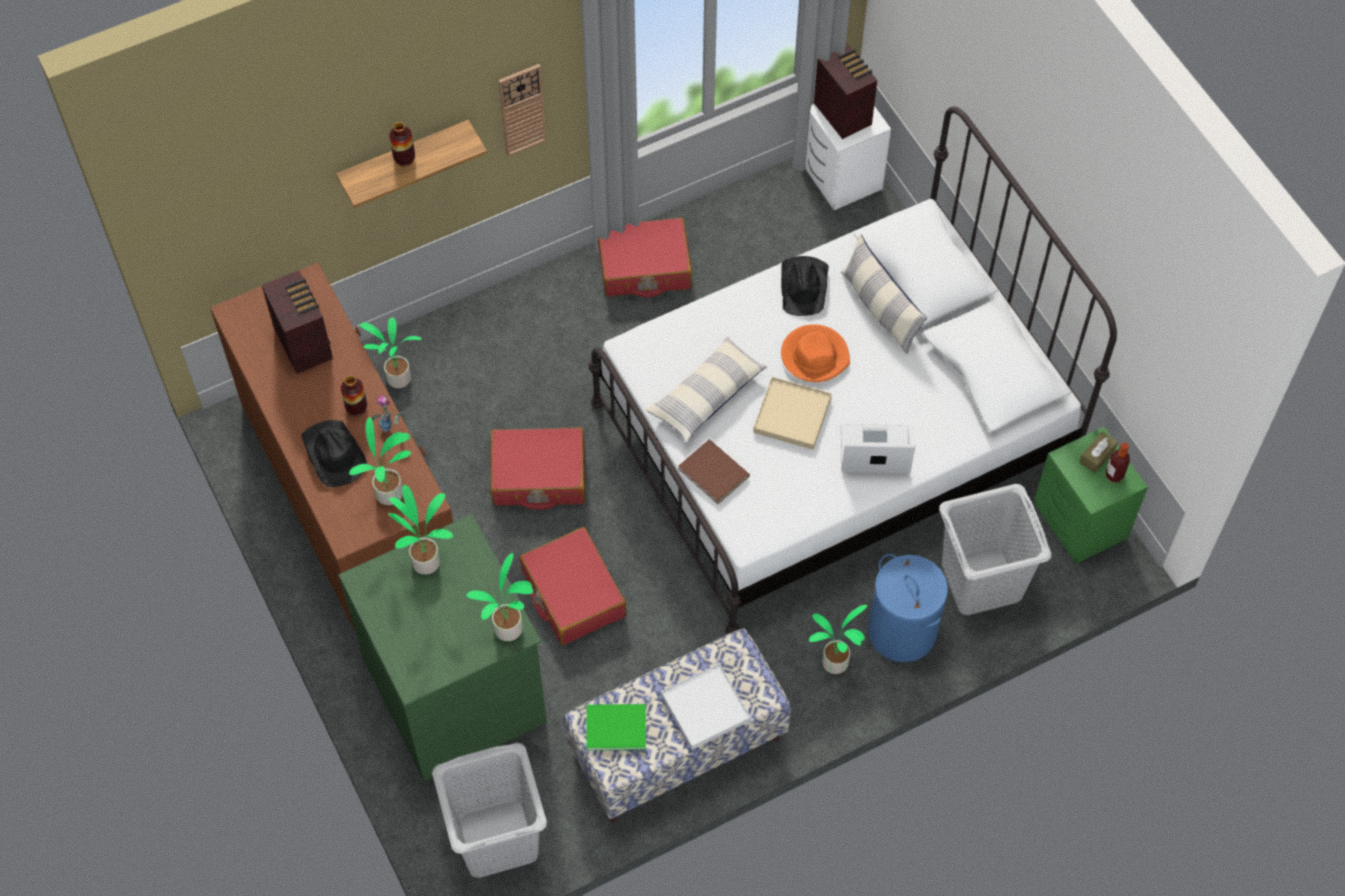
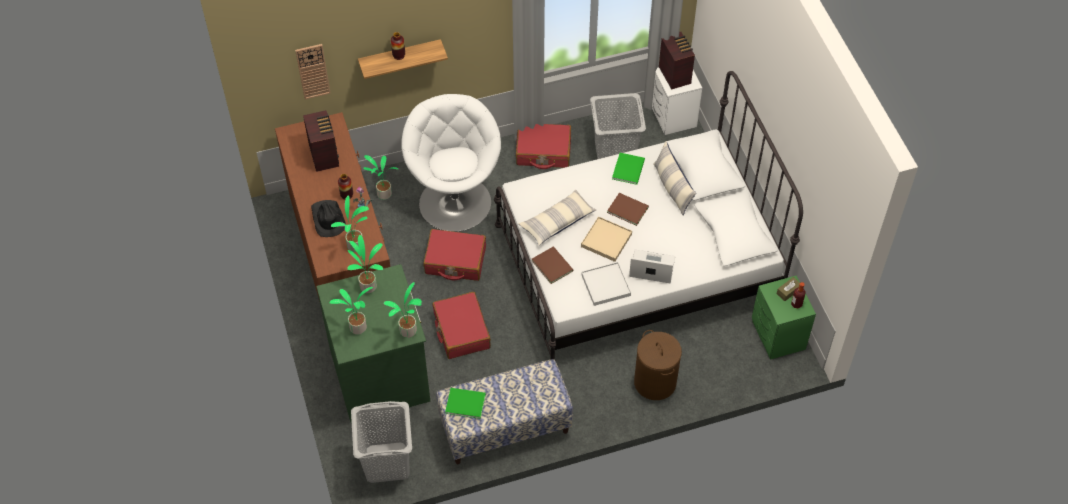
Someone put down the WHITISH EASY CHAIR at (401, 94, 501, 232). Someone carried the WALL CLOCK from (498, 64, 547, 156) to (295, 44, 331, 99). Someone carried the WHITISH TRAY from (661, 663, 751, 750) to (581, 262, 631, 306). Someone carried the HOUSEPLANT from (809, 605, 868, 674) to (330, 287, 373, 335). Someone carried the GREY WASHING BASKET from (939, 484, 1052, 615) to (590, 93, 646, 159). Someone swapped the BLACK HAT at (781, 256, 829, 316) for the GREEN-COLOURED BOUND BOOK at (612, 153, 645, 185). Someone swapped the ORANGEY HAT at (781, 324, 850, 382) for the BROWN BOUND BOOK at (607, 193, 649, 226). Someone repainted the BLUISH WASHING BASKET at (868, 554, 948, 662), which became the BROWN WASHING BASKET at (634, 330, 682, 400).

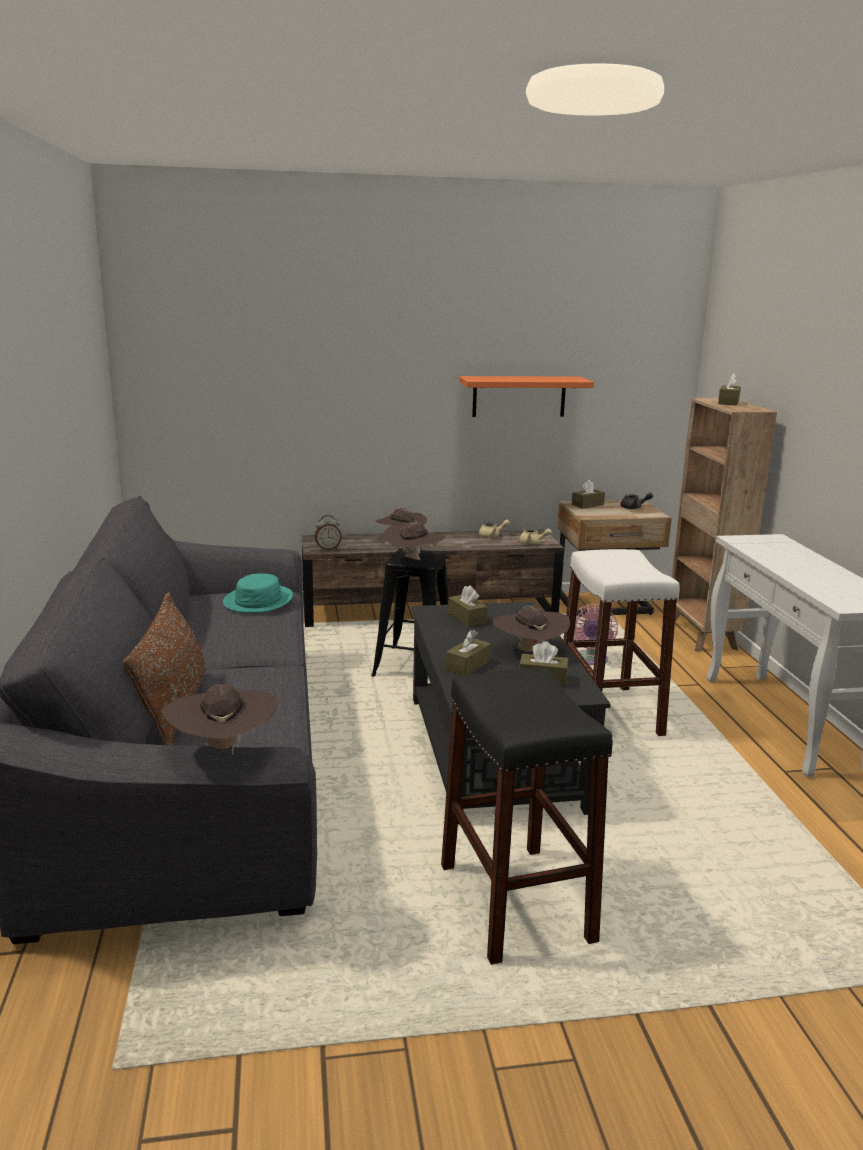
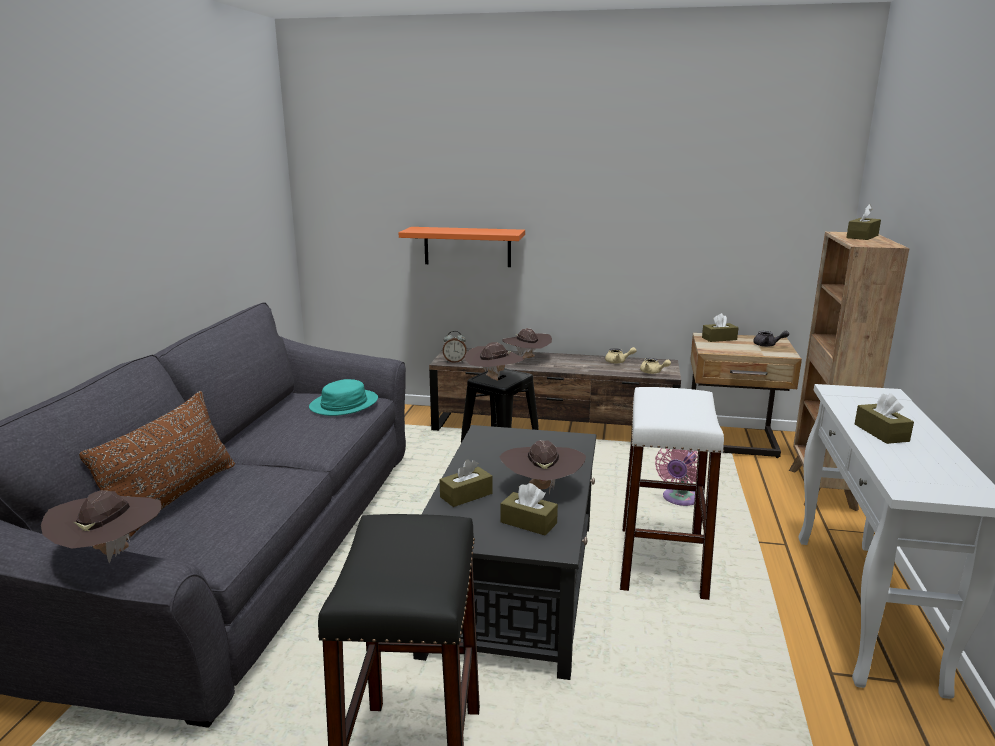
Someone carried the BROWN BOX OF TISSUES from (448, 585, 488, 627) to (855, 393, 914, 444). Someone carried the ORANGEY SHELF from (459, 376, 594, 417) to (399, 227, 525, 267).

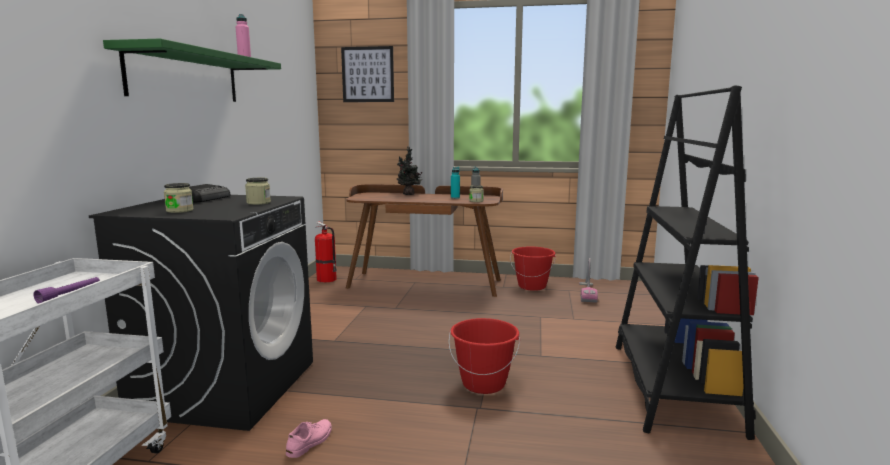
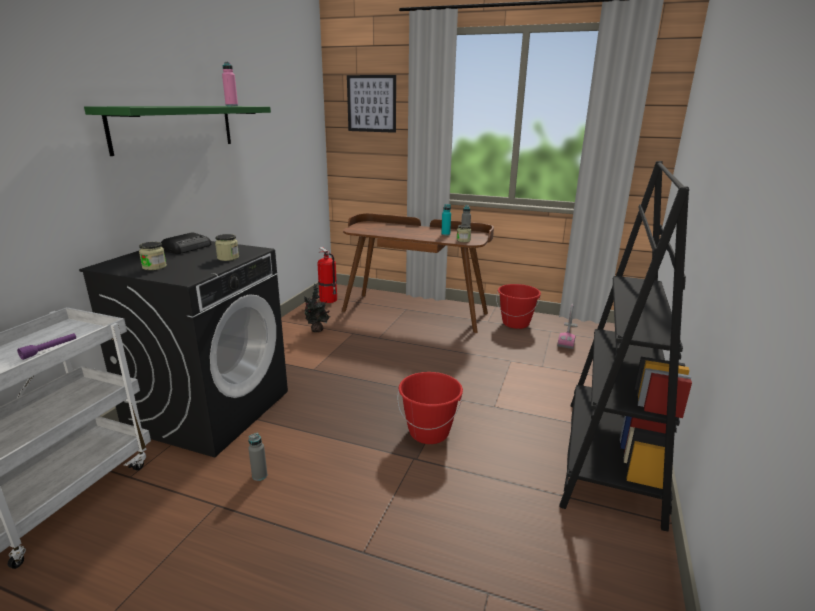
Someone carried the HOUSEPLANT from (397, 147, 423, 195) to (303, 284, 330, 332). Someone swapped the PINK-COLOURED ITEM OF FOOTWEAR at (286, 419, 332, 458) for the GREY BEVERAGE BOTTLE at (248, 433, 267, 481).

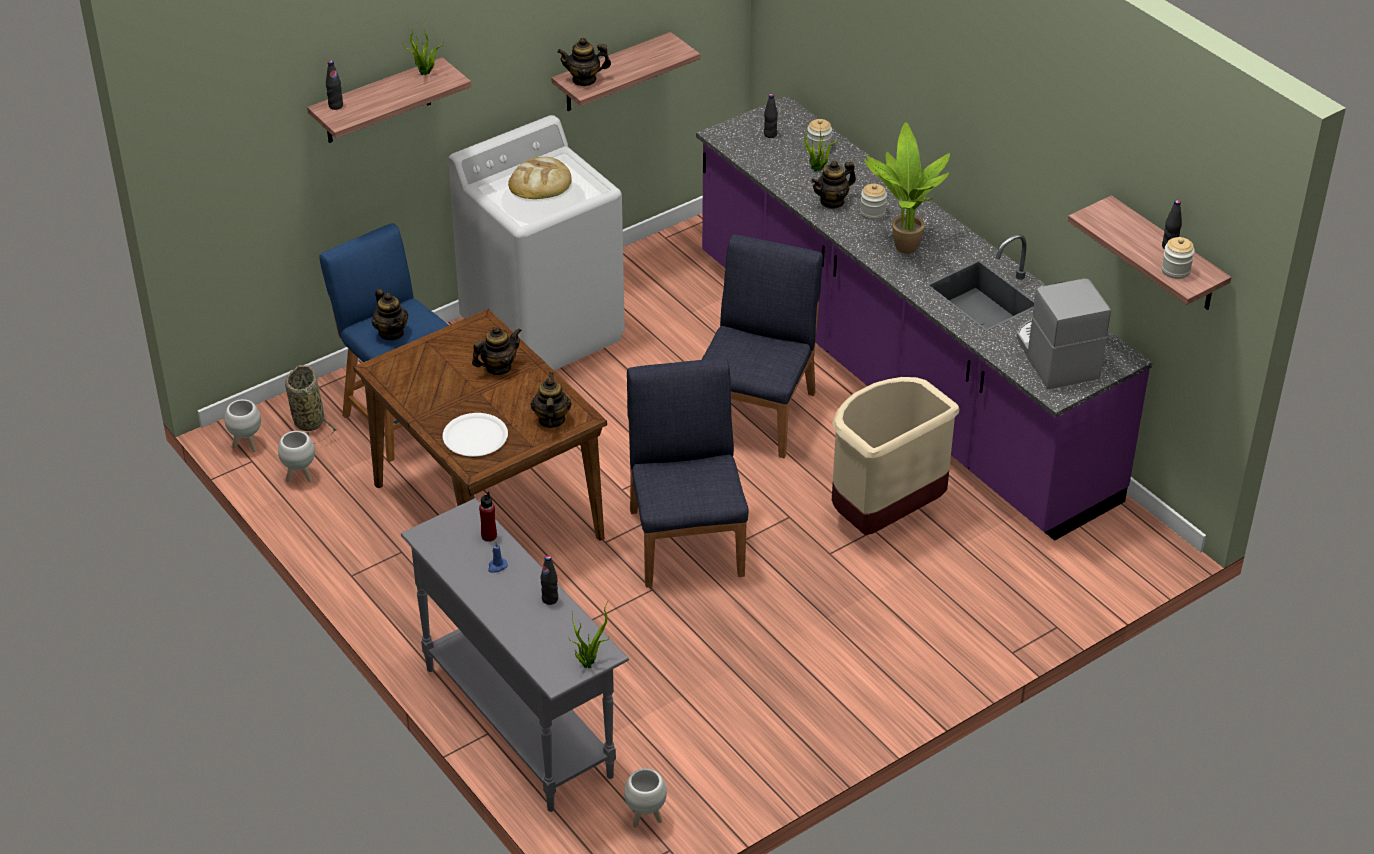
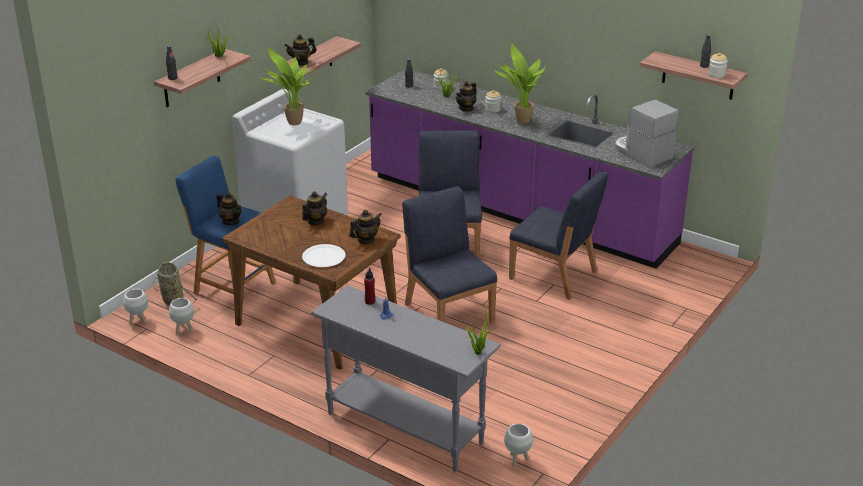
Someone took away the BLACK BEVERAGE BOTTLE at (540, 555, 558, 605). Someone swapped the BREAD at (508, 157, 571, 199) for the HOUSEPLANT at (260, 47, 315, 125). Someone swapped the BEIGE TRASH CAN at (832, 377, 959, 535) for the BLUISH PLAIN CHAIR at (509, 172, 608, 300). Someone rotated the TEA POT at (531, 372, 571, 428) by 75 degrees clockwise.

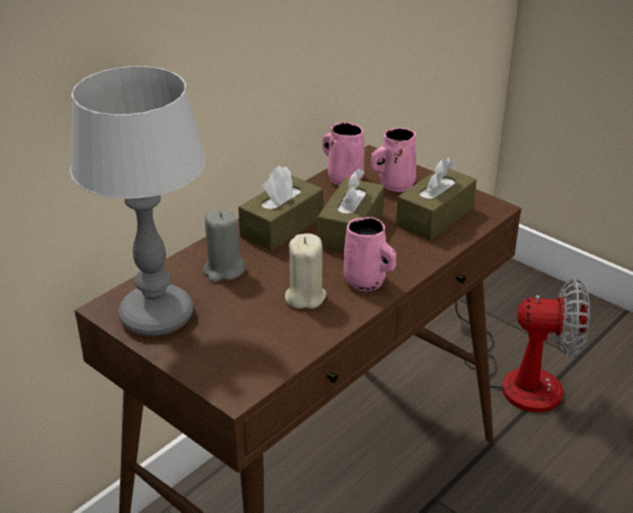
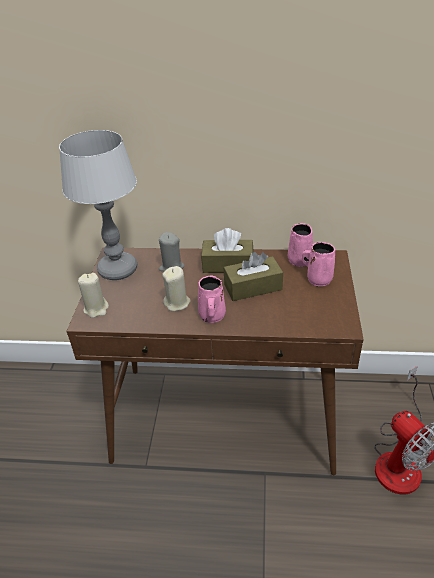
Someone took away the BROWN BOX OF TISSUES at (396, 158, 477, 240). Someone put down the BEIGE WAX LIGHT at (78, 273, 109, 318).

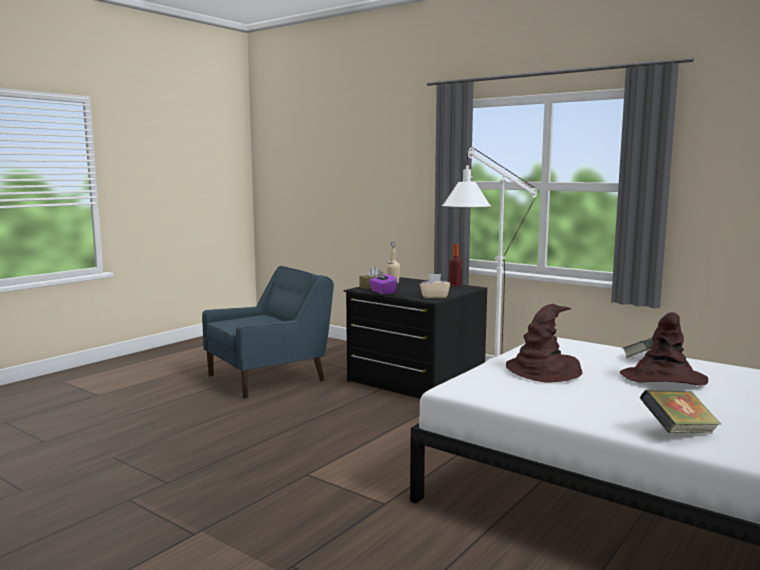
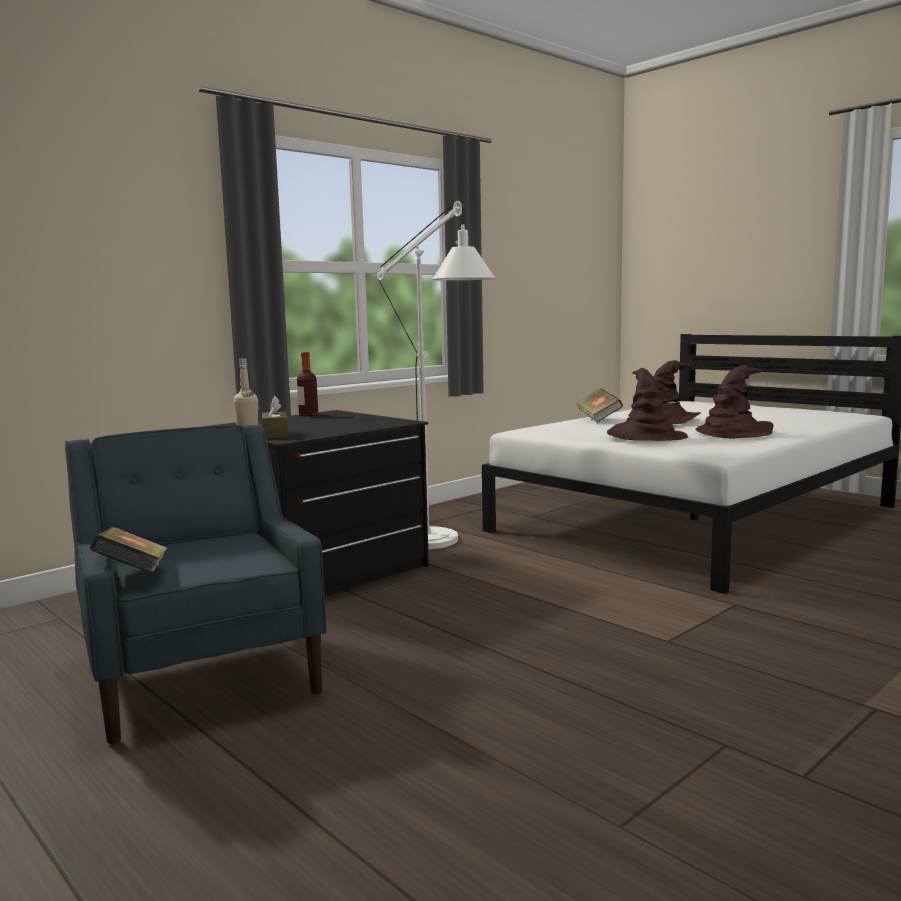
Someone took away the PURPLE-COLOURED BOX OF TISSUES at (369, 271, 397, 294). Someone took away the BEIGE BOX OF TISSUES at (420, 274, 450, 298). Someone put down the BROWN HAT at (695, 365, 773, 439). Someone carried the BOUND BOOK from (640, 390, 721, 433) to (90, 527, 167, 574).

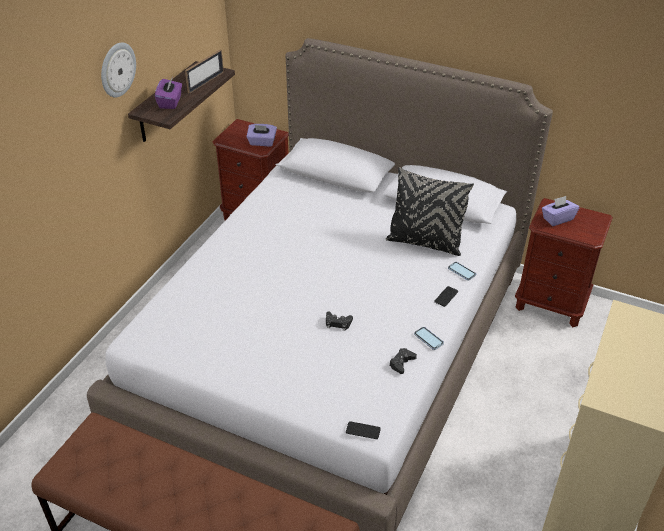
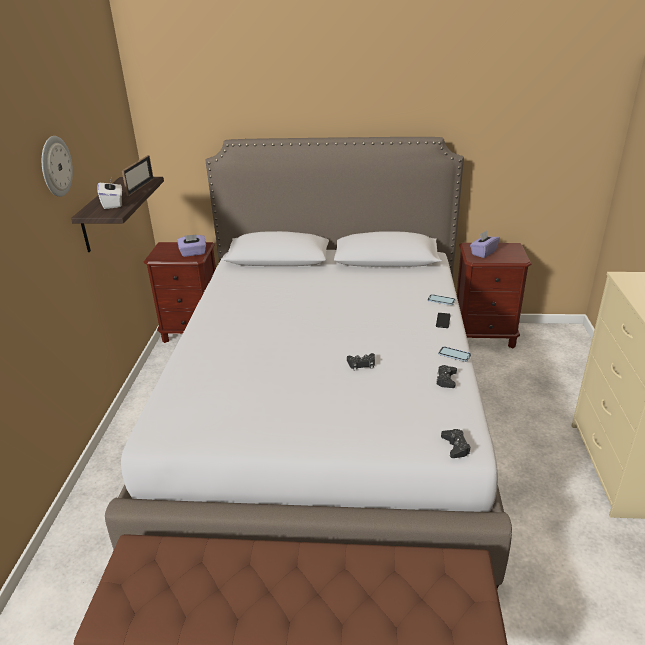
Someone took away the BLACK PILLOW at (386, 167, 474, 256). Someone swapped the PHONE at (346, 421, 381, 439) for the BLACK GAME CONTROLLER at (441, 429, 471, 458). Someone repainted the PURPLE-COLOURED BOX OF TISSUES at (155, 77, 182, 109), which became the WHITISH BOX OF TISSUES at (97, 177, 122, 209).

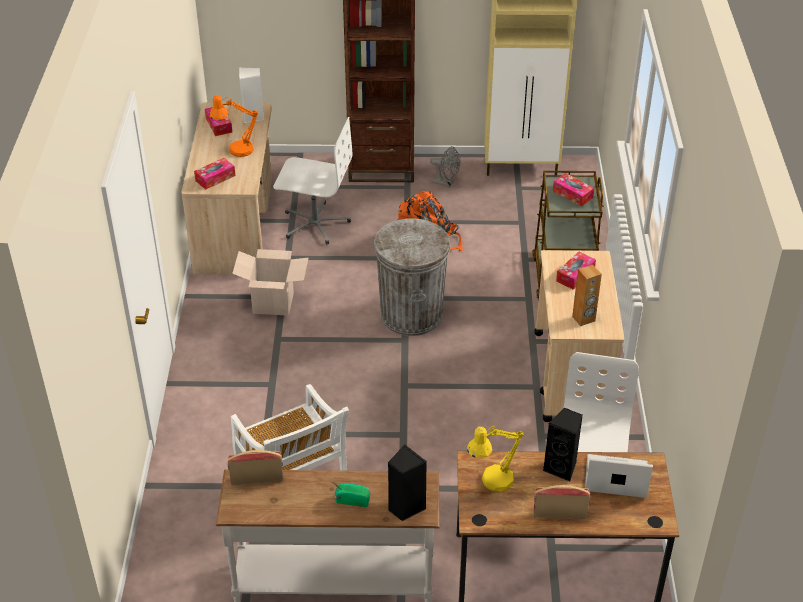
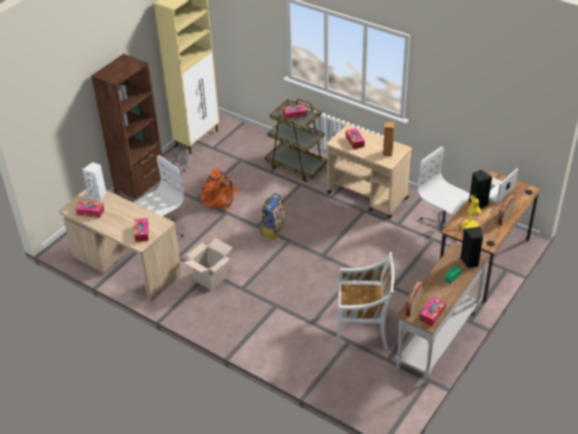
Someone took away the ORANGEY LAMP FOR A TABLE at (210, 95, 258, 157). Someone put down the BOX OF TISSUES at (420, 297, 446, 326). Someone swapped the GREY TRASH CAN at (374, 219, 450, 336) for the KNAPSACK at (261, 193, 284, 239).

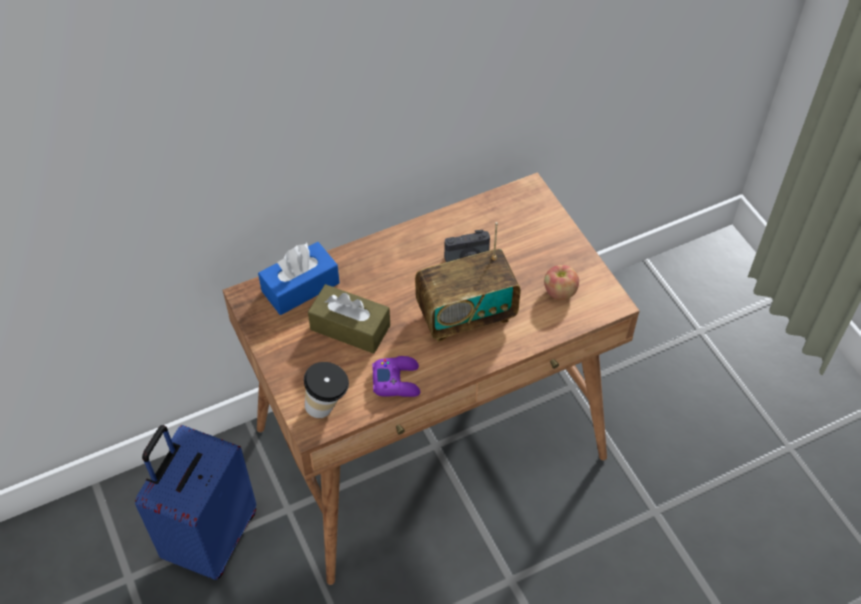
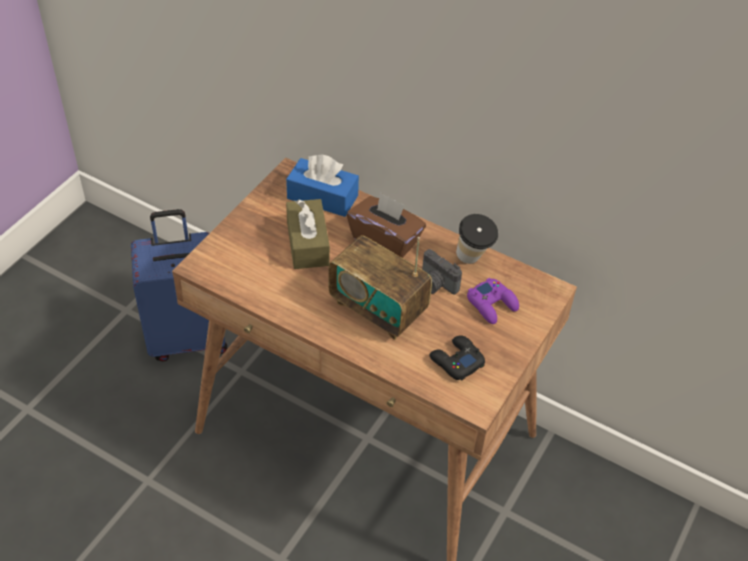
Someone put down the BROWN BOX OF TISSUES at (347, 192, 426, 258). Someone carried the DRINKING CUP from (304, 362, 349, 418) to (456, 214, 498, 264). Someone carried the PURPLE-COLOURED GAME CONTROLLER from (372, 356, 420, 397) to (467, 278, 519, 324). Someone swapped the WHOLE APPLE at (544, 265, 579, 300) for the BLACK GAME CONTROLLER at (429, 335, 485, 380).

